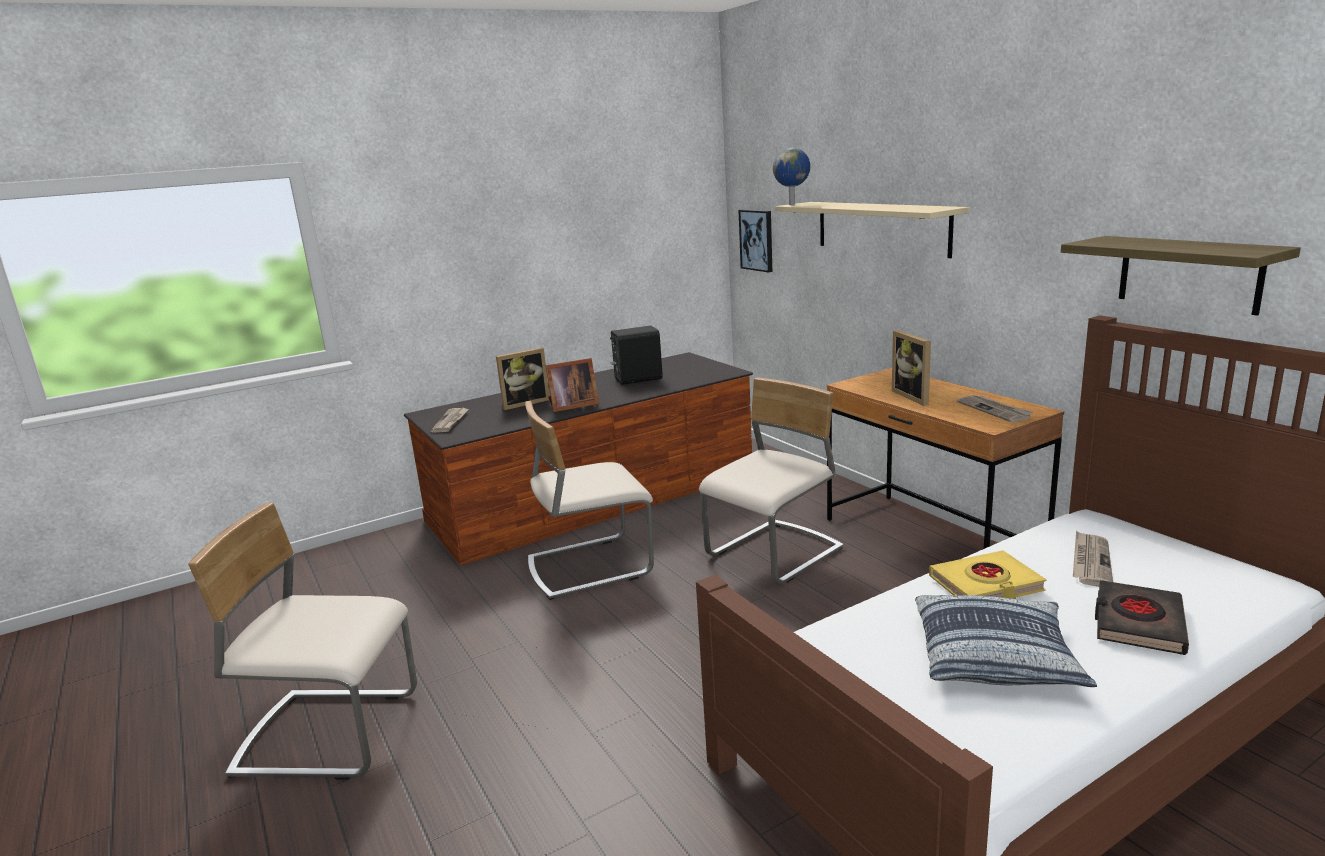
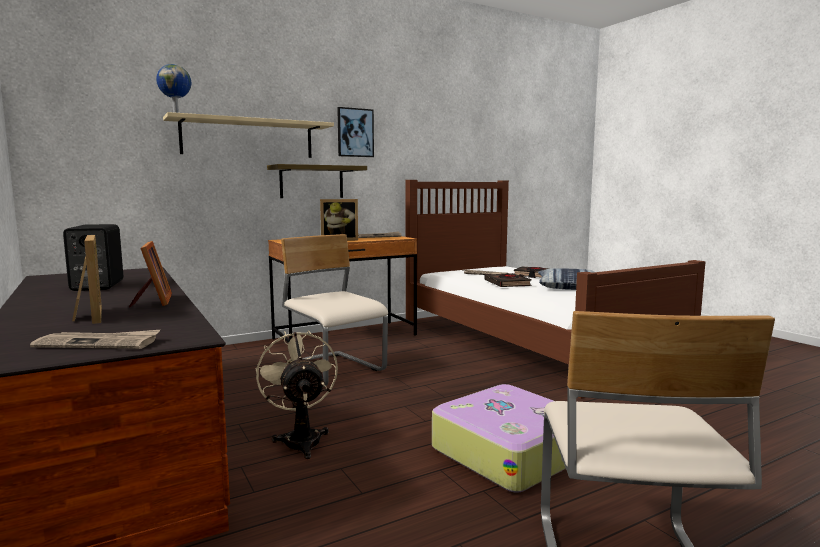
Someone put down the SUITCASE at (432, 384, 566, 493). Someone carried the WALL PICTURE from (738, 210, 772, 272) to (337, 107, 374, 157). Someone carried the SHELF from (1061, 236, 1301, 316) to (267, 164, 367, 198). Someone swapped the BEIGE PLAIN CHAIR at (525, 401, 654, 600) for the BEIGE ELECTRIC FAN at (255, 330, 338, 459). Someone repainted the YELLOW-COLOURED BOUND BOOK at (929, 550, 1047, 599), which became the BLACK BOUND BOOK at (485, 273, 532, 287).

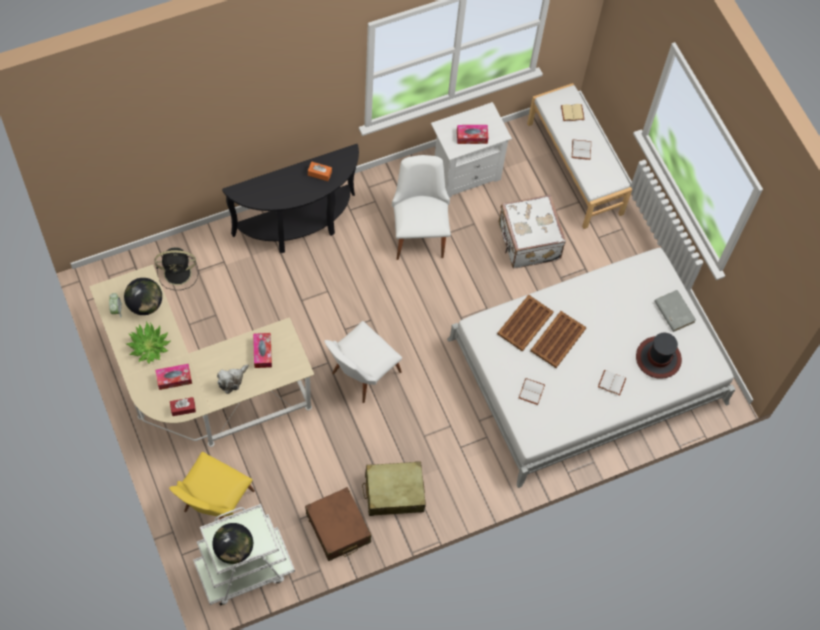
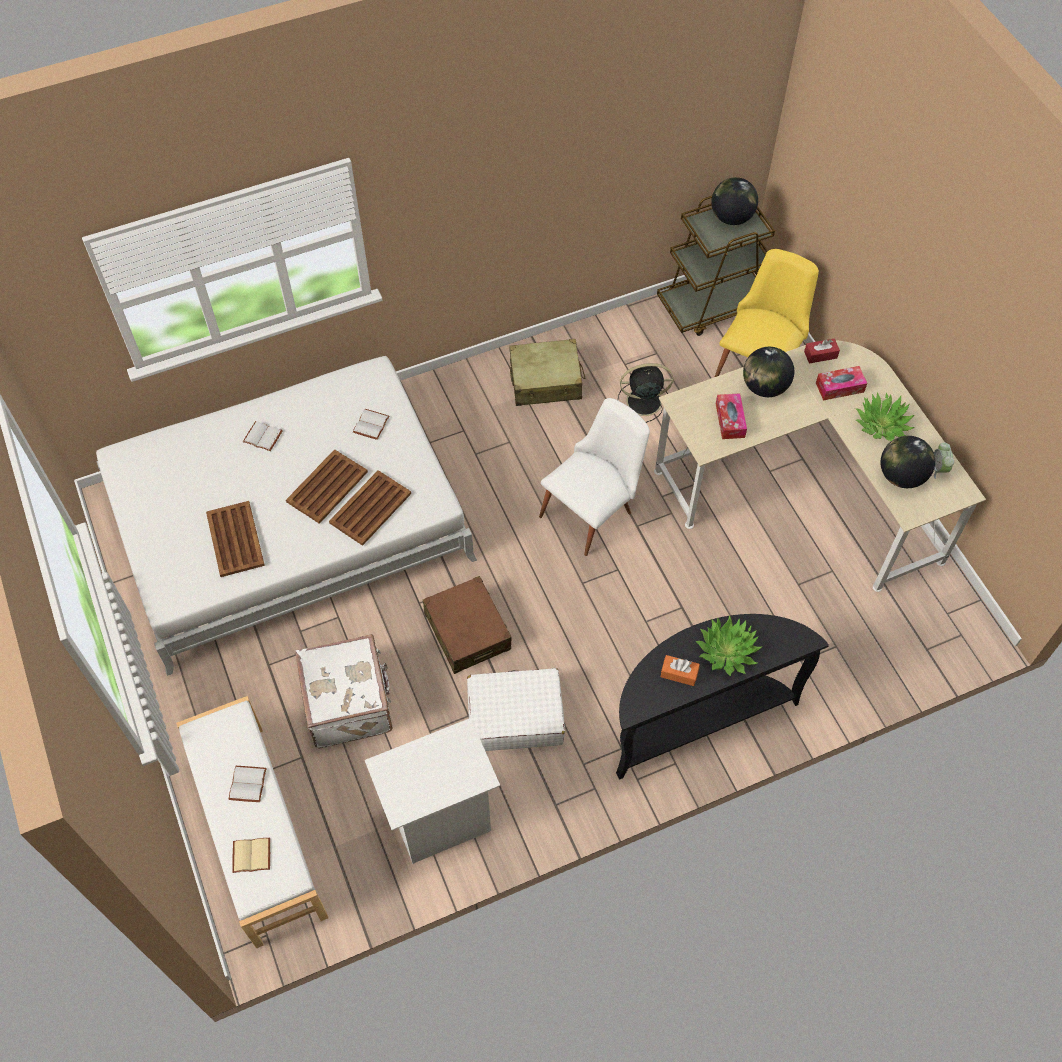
Someone took away the BOX OF TISSUES at (457, 125, 488, 144). Someone took away the HAT at (636, 333, 682, 379). Someone took away the GREY BOUND BOOK at (654, 290, 696, 332). Someone put down the BROWN TRAY at (206, 501, 265, 577). Someone put down the HOUSEPLANT at (695, 615, 762, 676). Someone carried the BLACK ELECTRIC FAN from (155, 247, 198, 290) to (618, 363, 673, 423). Someone carried the BROWN SUITCASE from (305, 487, 371, 561) to (423, 576, 512, 674). Someone swapped the CUDDLY TOY at (217, 364, 249, 394) for the WORLD GLOBE at (743, 347, 794, 397). Someone swapped the WHITISH PLAIN CHAIR at (392, 155, 451, 260) for the WHITISH SUITCASE at (467, 668, 565, 751). Someone repainted the WHITISH WHEELED CART at (193, 504, 295, 606), which became the BROWN WHEELED CART at (657, 196, 775, 336).

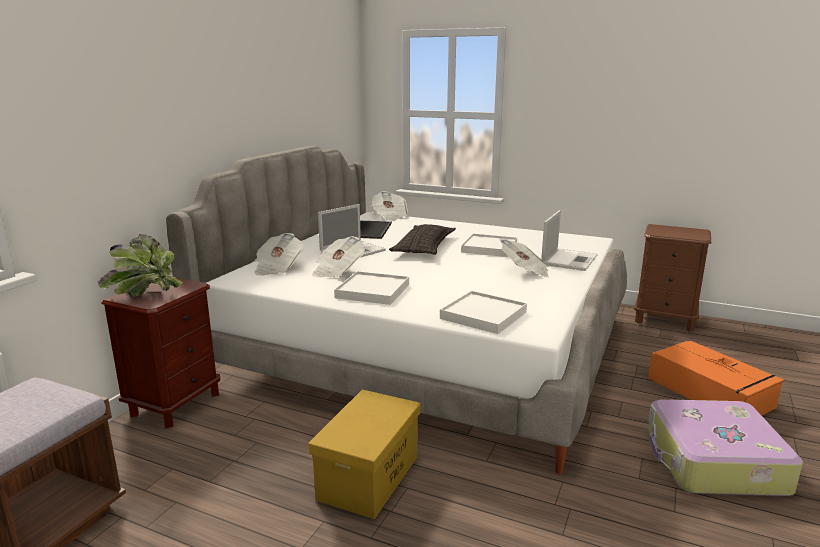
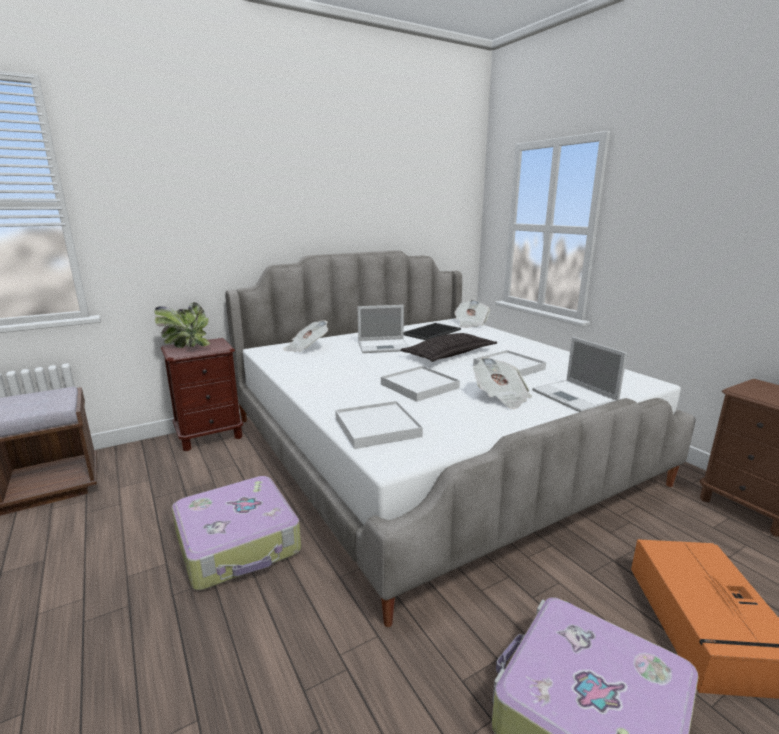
Someone took away the NEWSPAPER at (312, 236, 365, 277). Someone carried the WHITISH TRAY from (334, 271, 409, 305) to (381, 366, 460, 402). Someone swapped the YELLOW-COLOURED STORAGE BIN at (308, 389, 421, 519) for the SUITCASE at (172, 476, 301, 590). Someone rotated the NOTEBOOK COMPUTER at (541, 210, 598, 271) by 90 degrees clockwise.

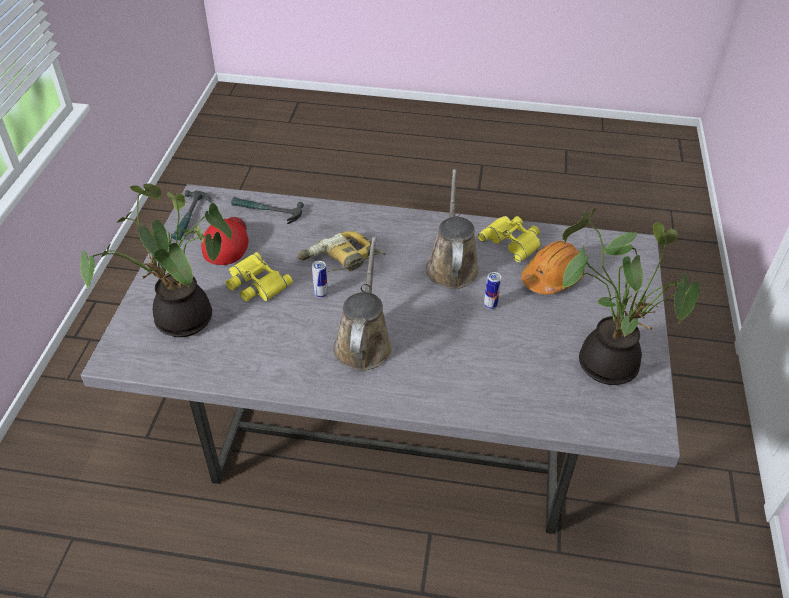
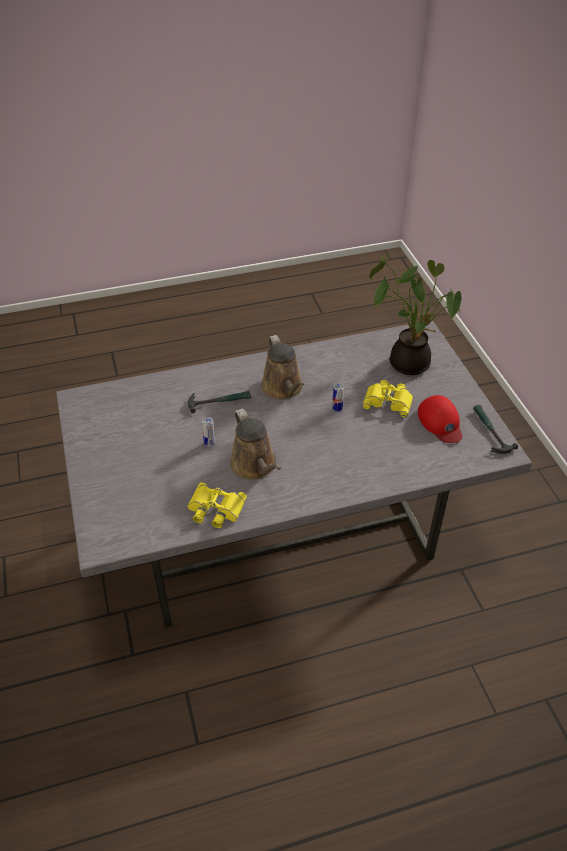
Someone took away the POWER DRILL at (297, 231, 386, 272). Someone took away the ORANGEY SAFETY HELMET at (521, 241, 585, 294). Someone took away the HOUSEPLANT at (562, 208, 699, 385). Someone carried the TOOL HAMMER from (231, 197, 304, 224) to (188, 391, 251, 413).

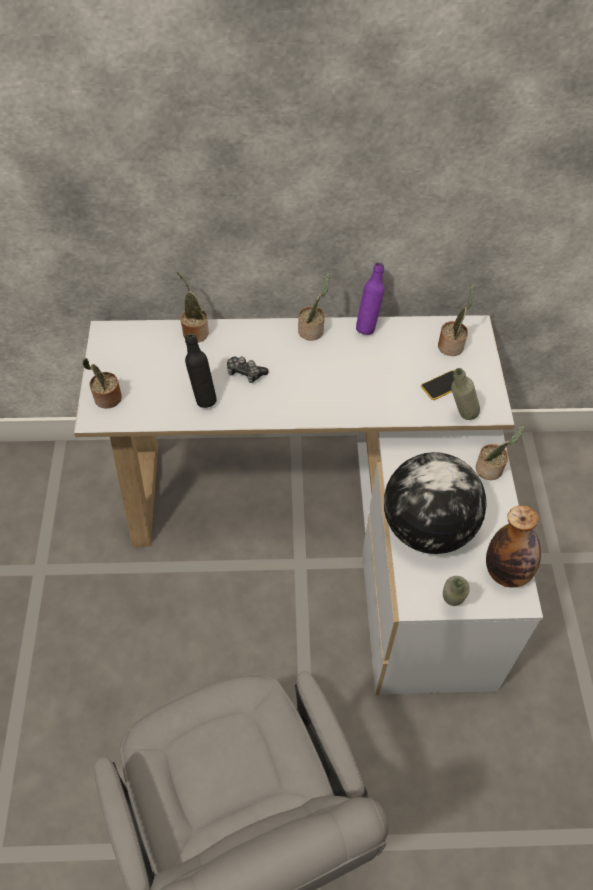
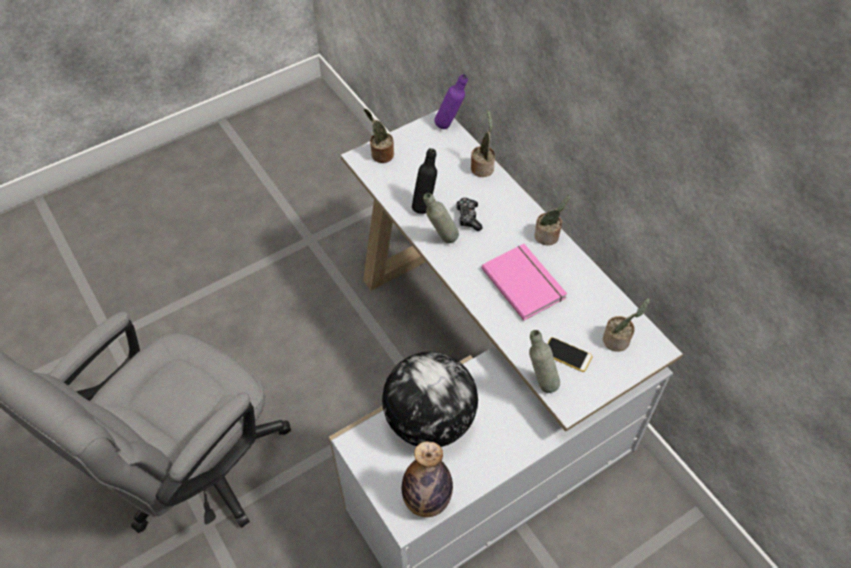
Someone took away the HOUSEPLANT at (475, 424, 525, 480). Someone put down the PINK-COLOURED BOUND BOOK at (481, 244, 567, 321). Someone carried the PURPLE-COLOURED BEVERAGE BOTTLE from (356, 262, 385, 335) to (434, 74, 468, 129). Someone carried the GREY BEVERAGE BOTTLE from (443, 576, 470, 606) to (423, 193, 459, 243).

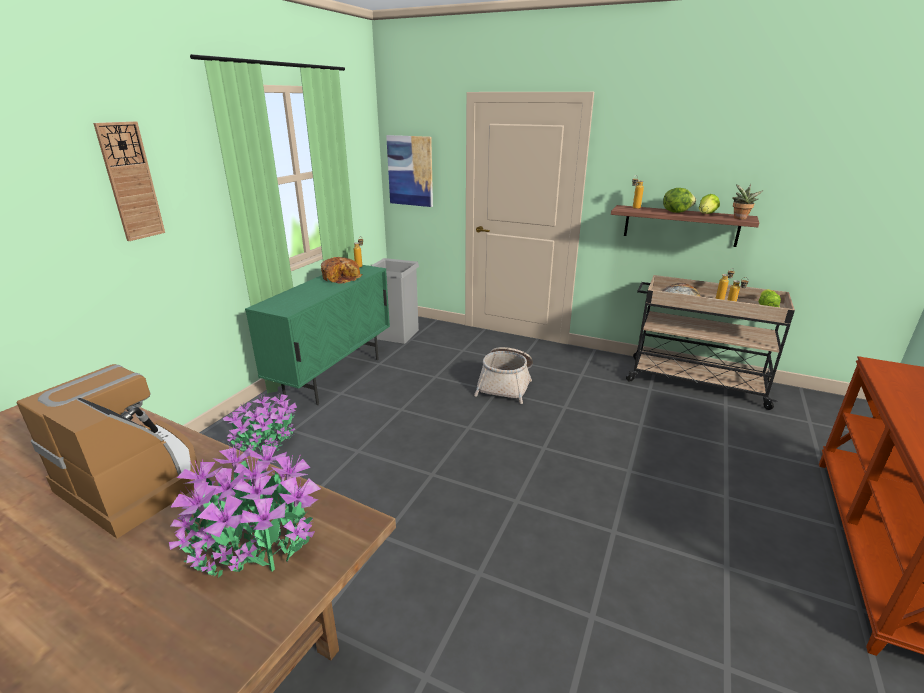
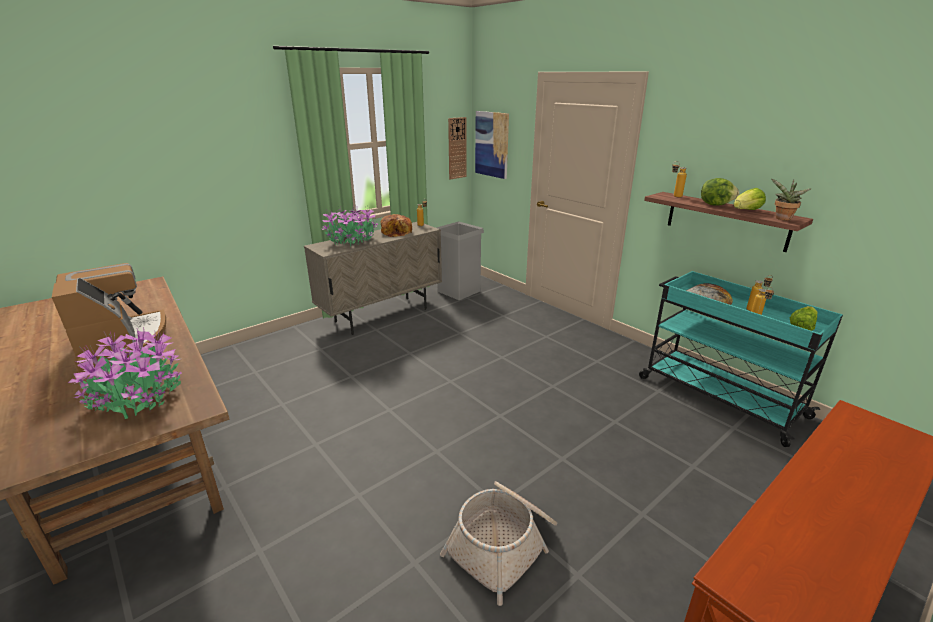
Someone carried the WALL CLOCK from (93, 121, 165, 241) to (448, 117, 467, 179). Someone carried the HOUSEPLANT from (223, 394, 297, 452) to (322, 205, 379, 247). Someone carried the STORAGE BASKET from (474, 347, 533, 404) to (440, 481, 557, 606). Someone repainted the GREEN-COLOURED CABINET at (245, 265, 390, 405), which became the BEIGE CABINET at (304, 222, 442, 335). Someone repainted the BEIGE WHEELED CART at (626, 275, 795, 410), which became the TURQUOISE WHEELED CART at (639, 271, 843, 447).

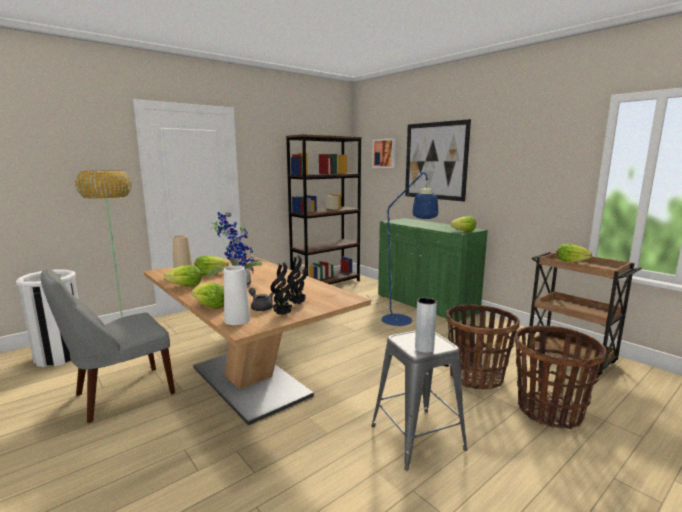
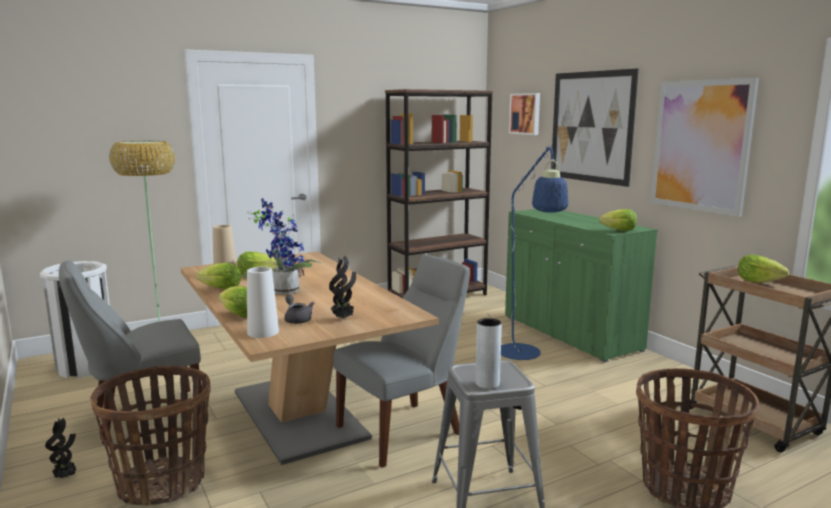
Someone put down the GREY PLAIN CHAIR at (333, 254, 470, 467). Someone put up the WALL PICTURE at (651, 78, 759, 217). Someone carried the HOUSEPLANT from (270, 262, 294, 316) to (45, 418, 76, 479). Someone carried the STORAGE BASKET from (446, 304, 520, 389) to (90, 366, 211, 506).

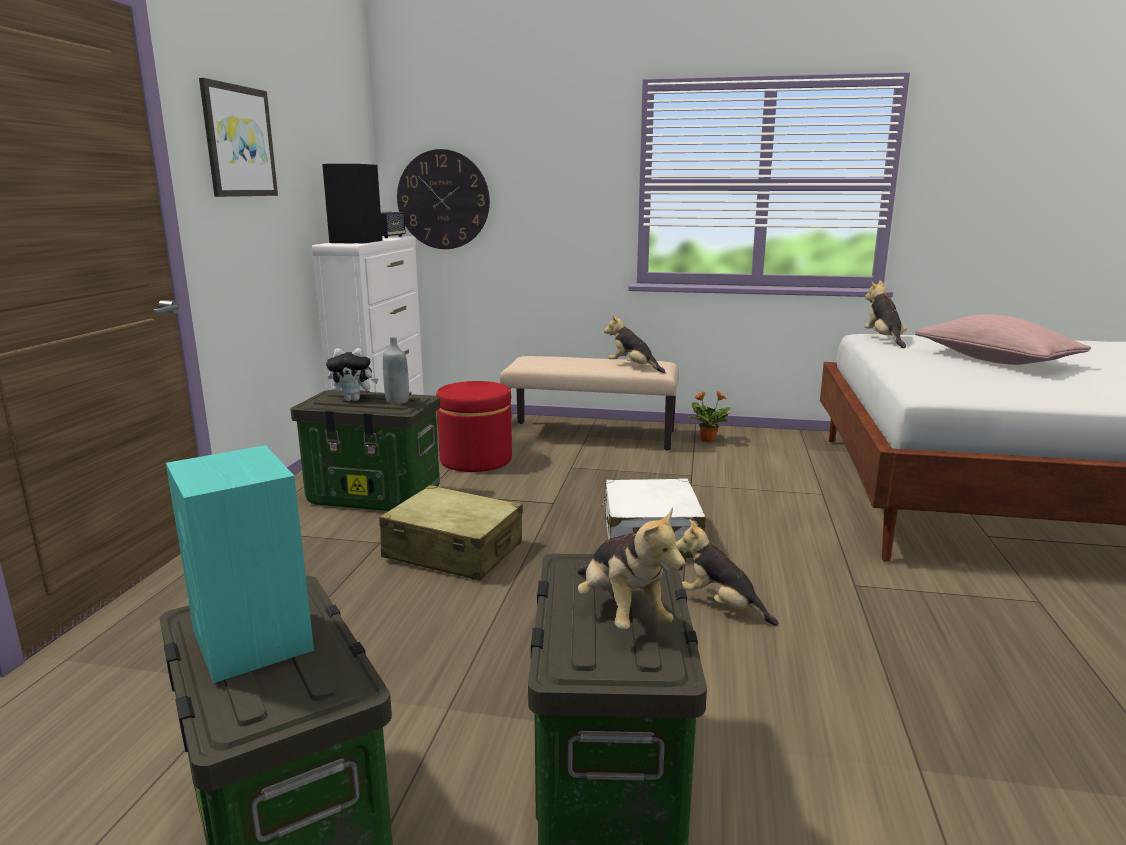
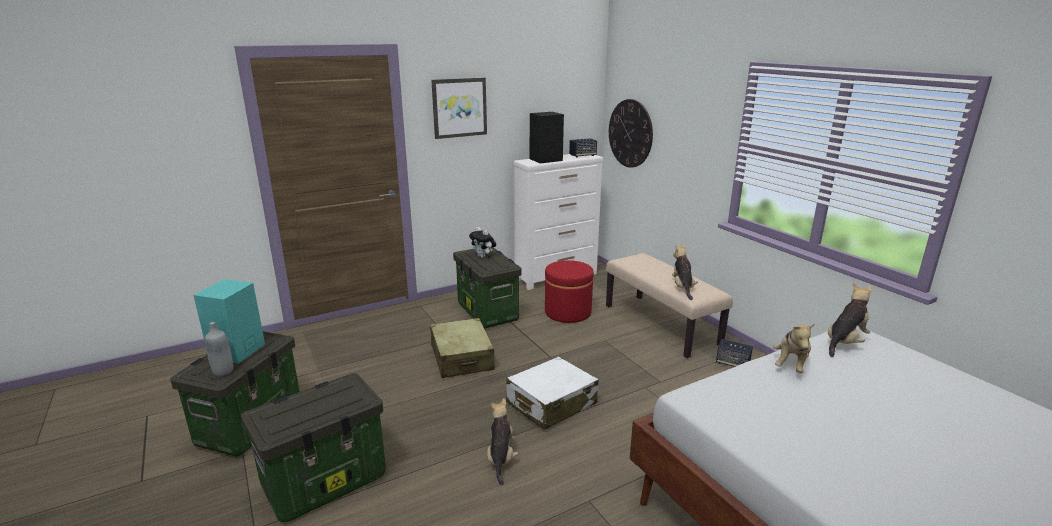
Someone took away the PINK-COLOURED PILLOW at (915, 314, 1091, 365). Someone carried the GREY BEVERAGE BOTTLE from (383, 337, 409, 404) to (205, 322, 234, 376). Someone carried the CUDDLY TOY from (577, 507, 685, 629) to (773, 323, 815, 373). Someone swapped the HOUSEPLANT at (688, 391, 731, 442) for the SPEAKER at (716, 339, 753, 367).

